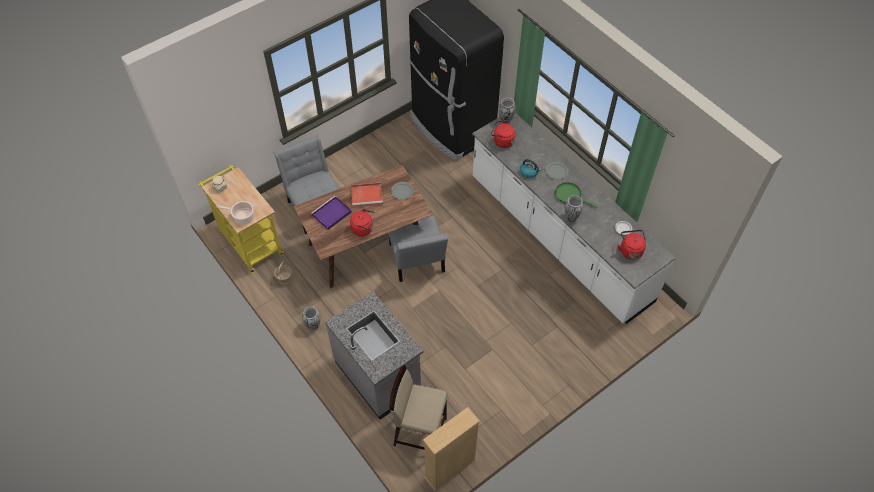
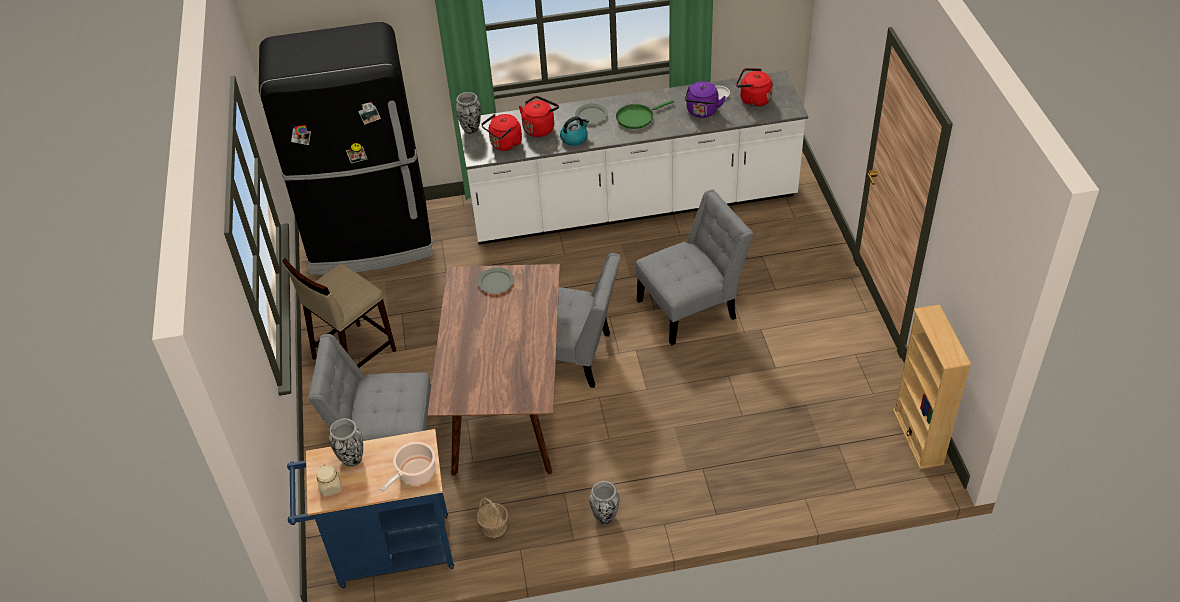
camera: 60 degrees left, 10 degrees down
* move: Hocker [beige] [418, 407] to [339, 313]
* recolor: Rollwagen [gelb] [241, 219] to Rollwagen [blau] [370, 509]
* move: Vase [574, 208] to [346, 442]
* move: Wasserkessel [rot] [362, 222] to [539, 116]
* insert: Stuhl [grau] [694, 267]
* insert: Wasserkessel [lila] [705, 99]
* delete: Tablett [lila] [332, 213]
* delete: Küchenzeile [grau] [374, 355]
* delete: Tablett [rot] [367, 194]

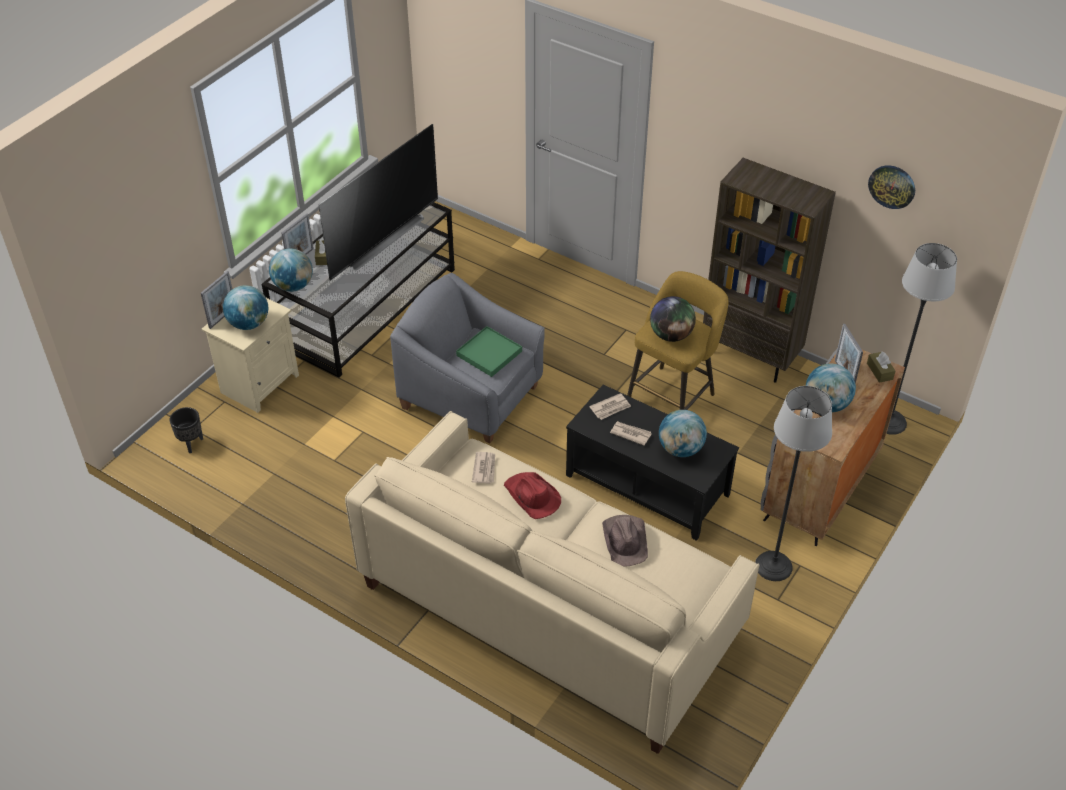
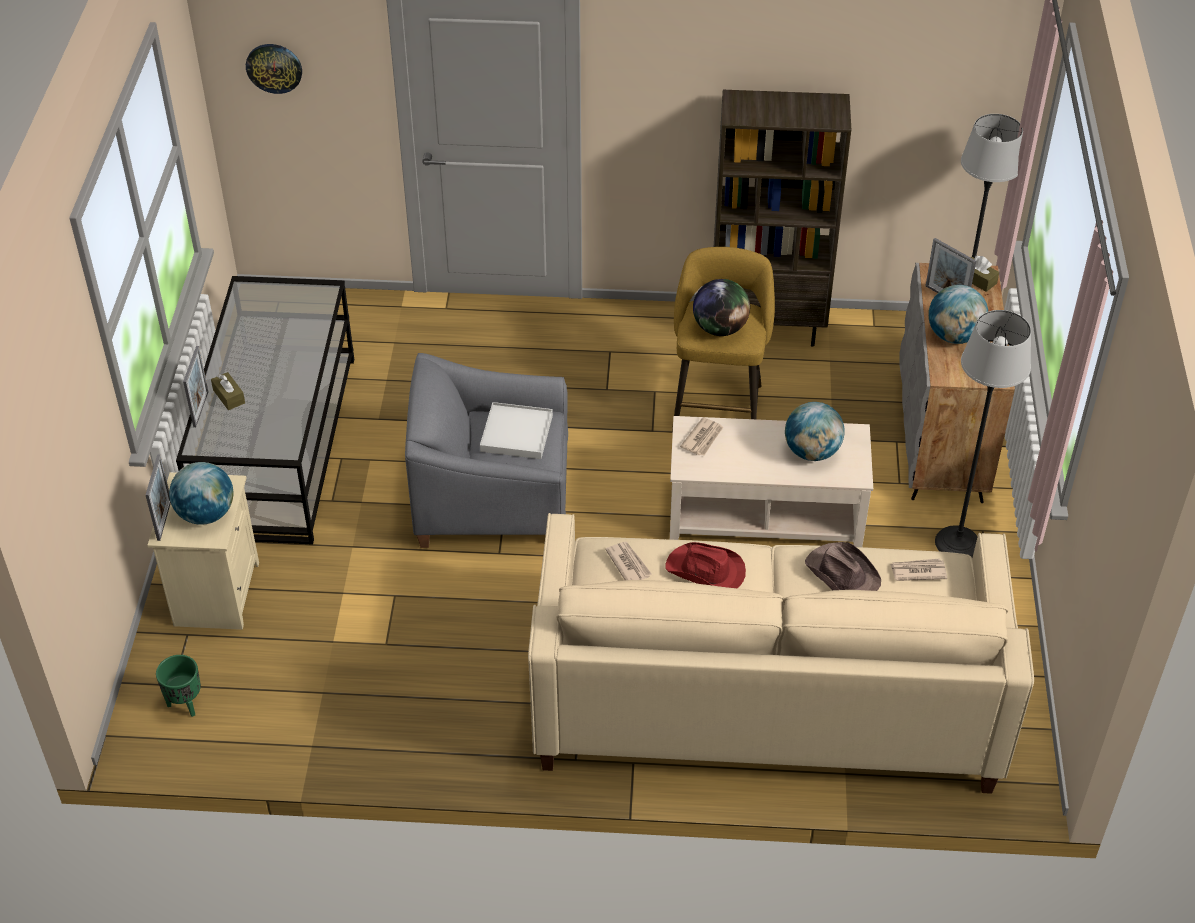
camera: 30 degrees left, 0 degrees up
* recolor: Pflanzkübel [schwarz] [186, 430] to Pflanzkübel [grün] [178, 686]
* move: Wanduhr [891, 187] to [274, 69]
* recolor: Tablett [grün] [489, 351] to Tablett [weiß] [516, 430]
* recolor: Couchtisch [schwarz] [652, 463] to Couchtisch [beige] [771, 481]
* move: Zeitung [631, 433] to [918, 569]
* delete: Globus [291, 270]
* delete: Fernseher [378, 202]

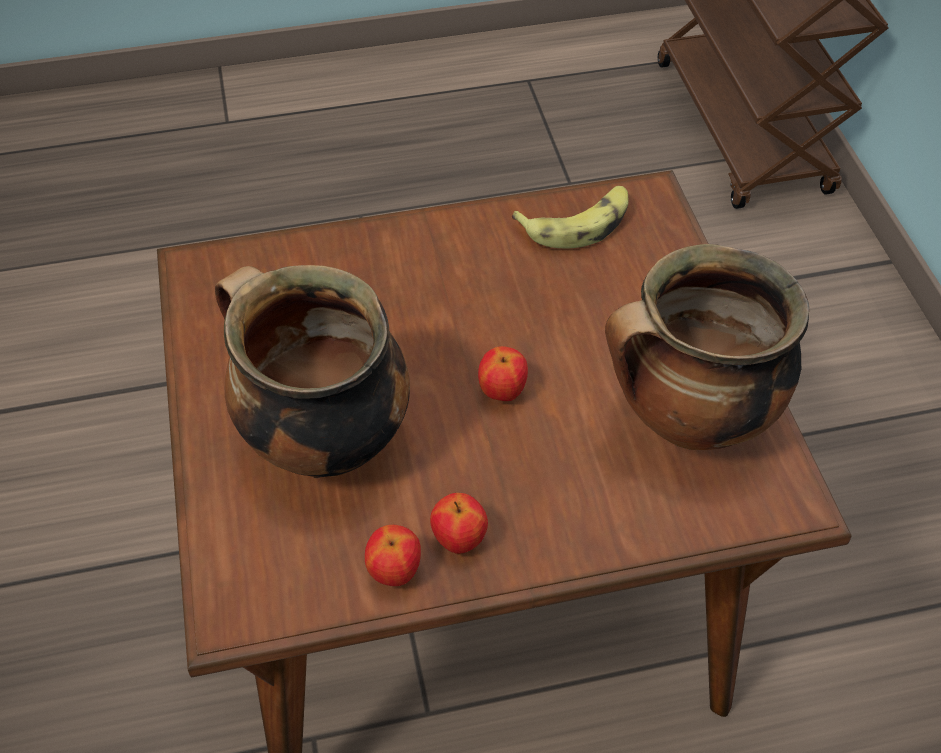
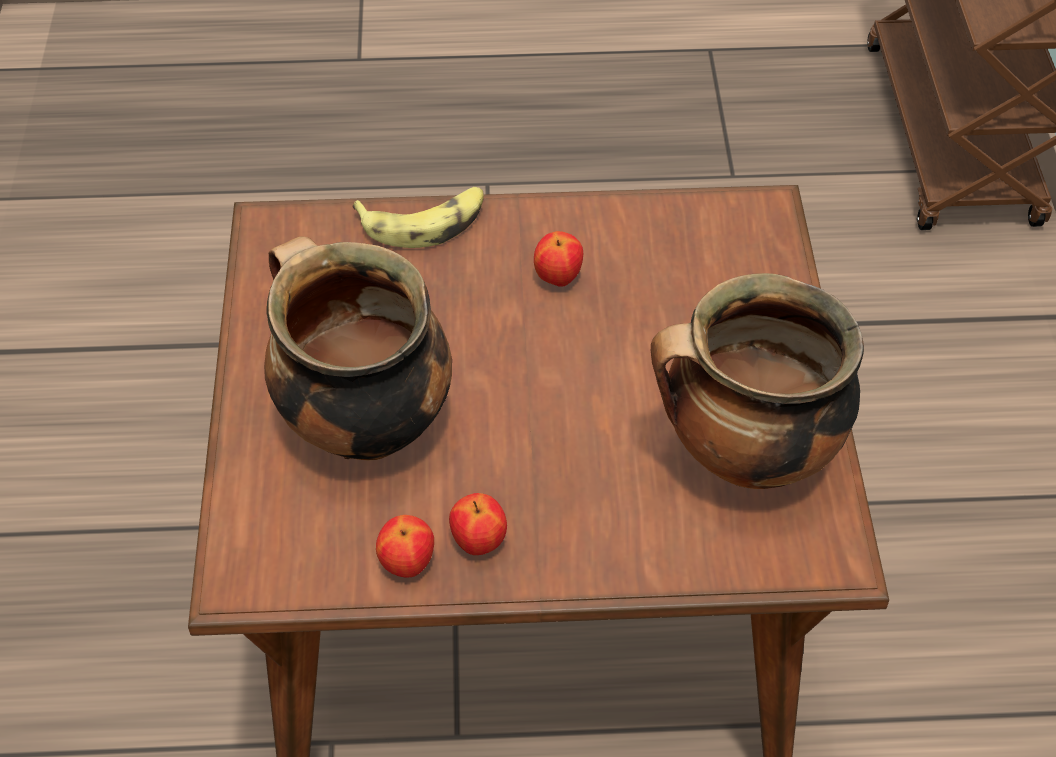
camera: 10 degrees right, 0 degrees up
* move: Banane [570, 217] to [418, 217]
* move: Apfel [503, 373] to [558, 259]

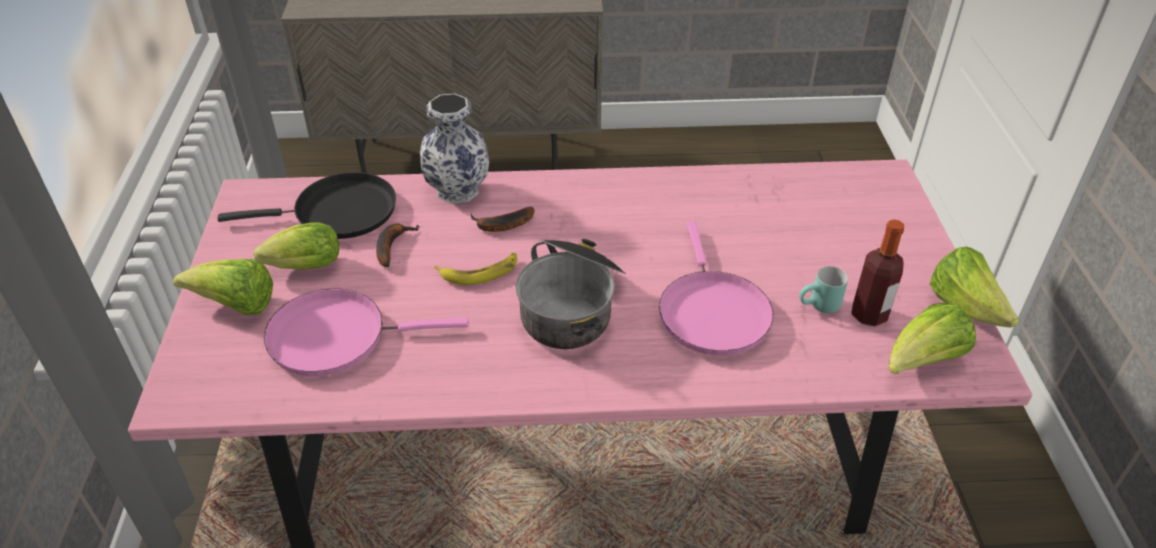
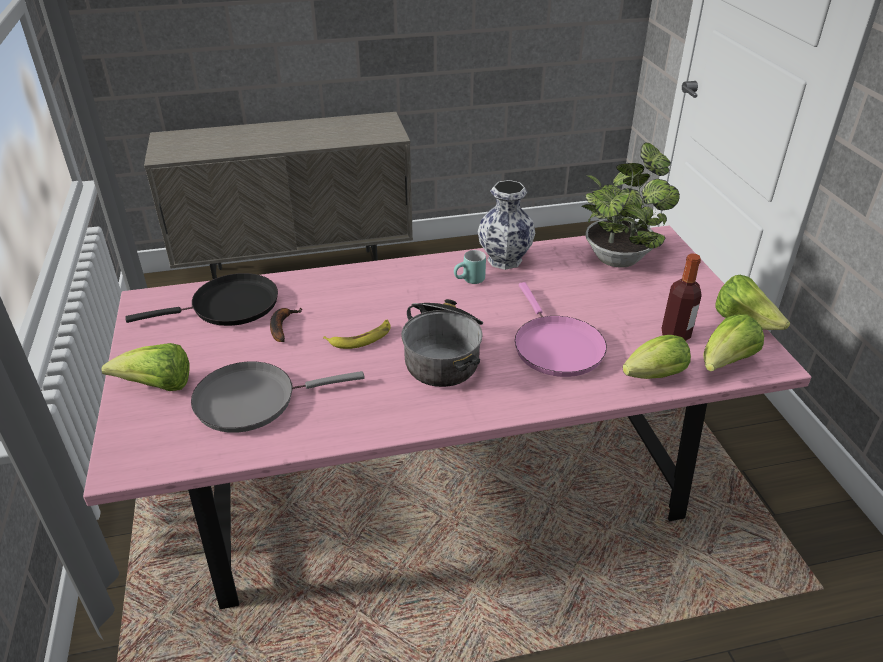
camera: 10 degrees left, 5 degrees down
* recolor: Pfanne [rosa] [366, 332] to Pfanne [grau] [278, 397]
* move: Henkelbecher [türkis] [823, 289] to [470, 267]
* move: Vase [454, 148] to [506, 225]
* insert: Topfpflanze [630, 205]
* move: Salatkopf [296, 245] to [657, 357]
* delete: Banane [502, 219]

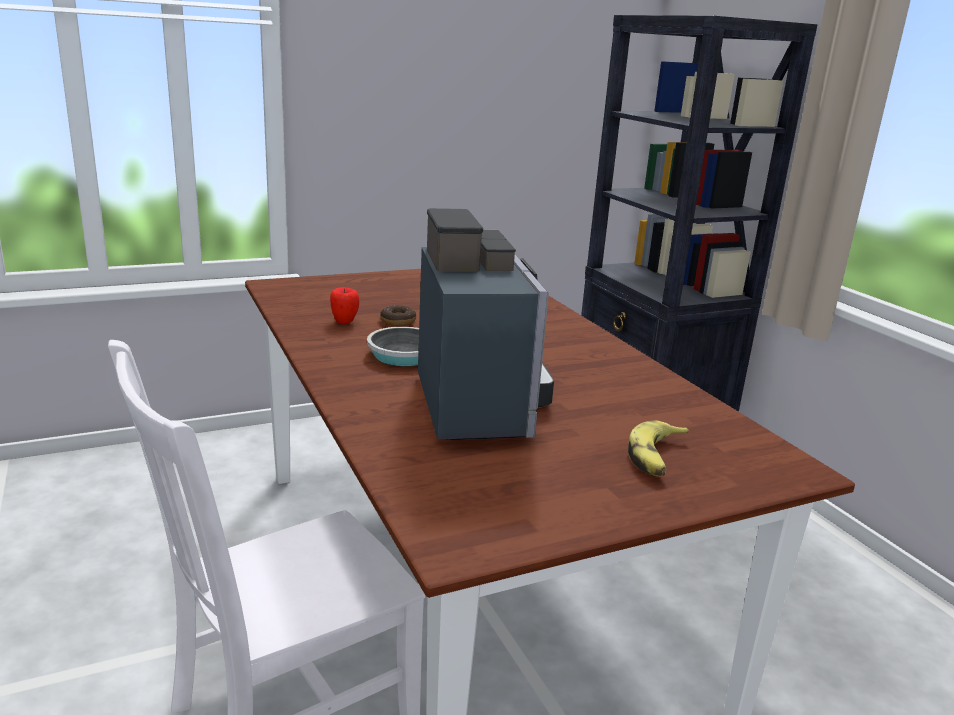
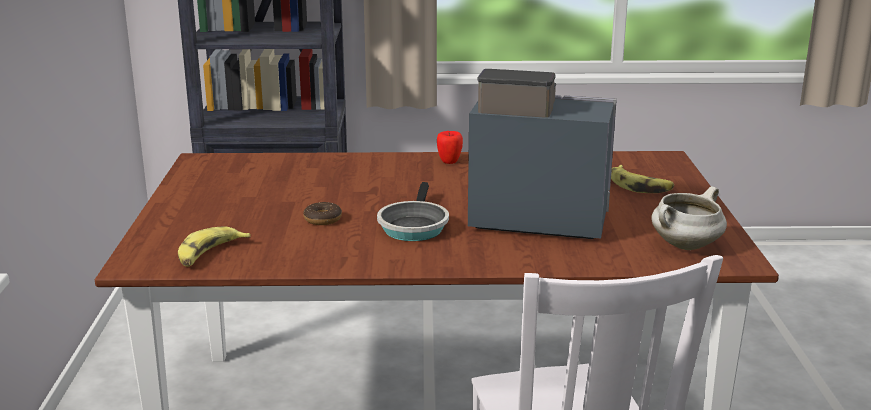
camera: 65 degrees left, 0 degrees up
* insert: Banane [214, 247]
* move: Apfel [344, 306] to [450, 147]
* insert: Kochtopf [weiß] [689, 218]

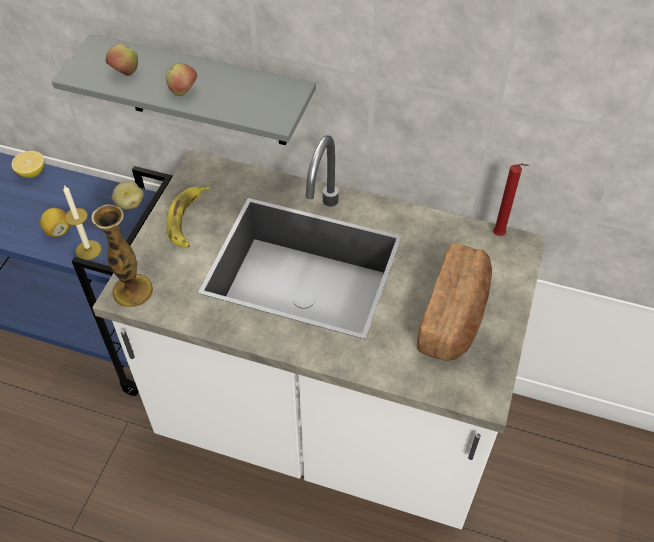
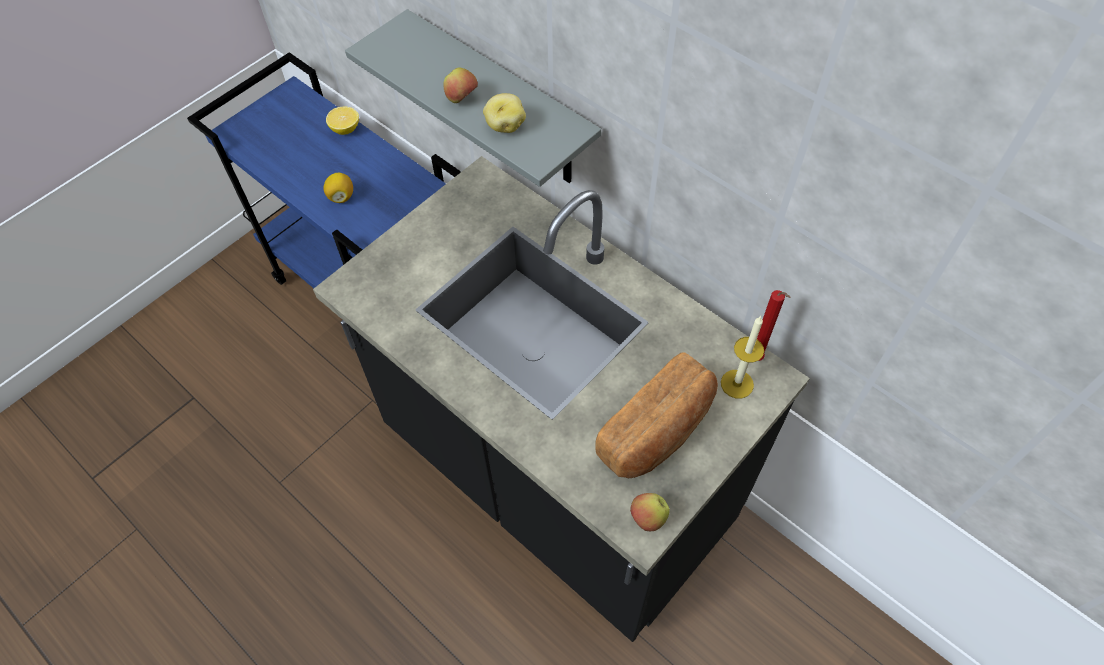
camera: 25 degrees right, 5 degrees up
* recolor: Küchenzeile [weiß] [319, 332] to Küchenzeile [schwarz] [561, 399]
* move: Kartoffel [127, 195] to [504, 113]
* move: Apfel [122, 60] to [650, 512]
* move: Kerze [82, 222] to [742, 357]
* delete: Vase [122, 256]
* delete: Banane [188, 217]

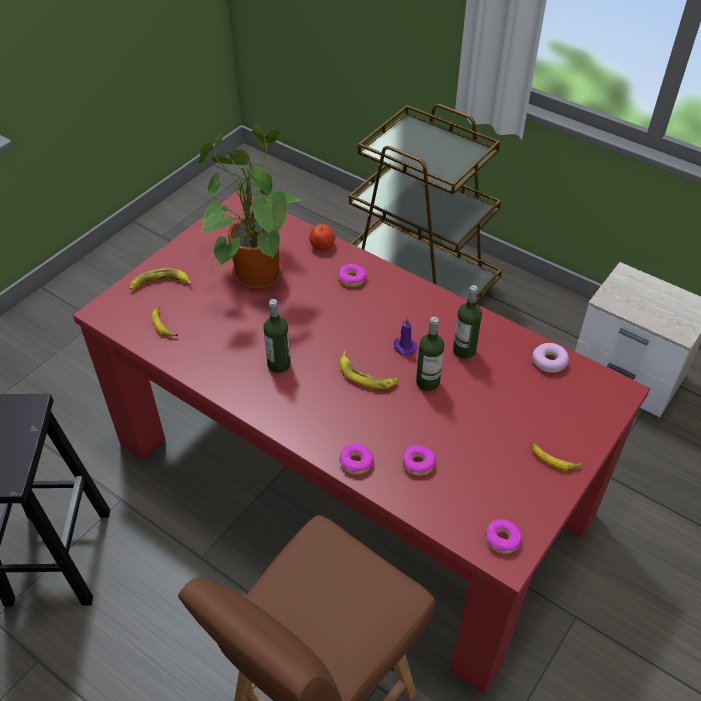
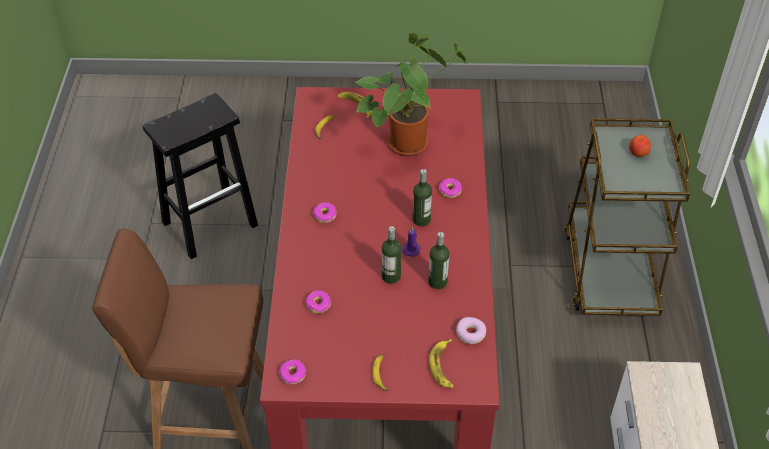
camera: 55 degrees right, 0 degrees up
* move: Donut [356, 459] to [325, 212]
* move: Flasche [277, 336] to [422, 197]
* move: Banane [368, 370] to [441, 363]
* move: Apfel [322, 237] to [640, 146]

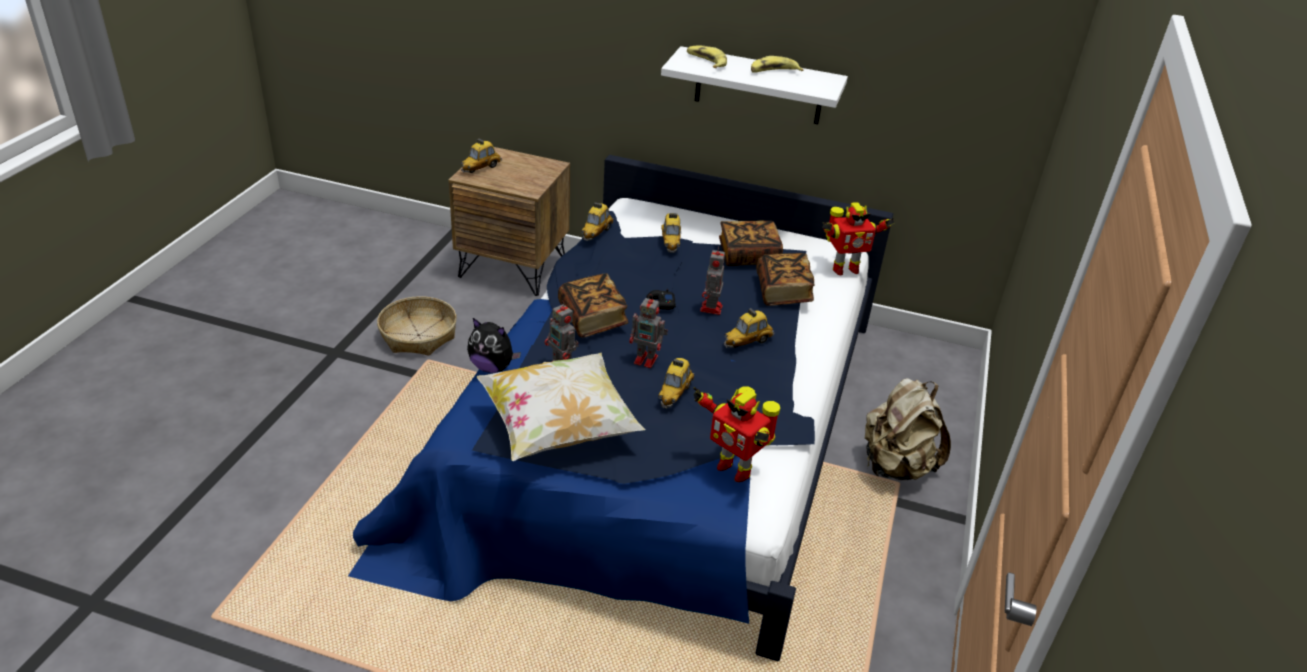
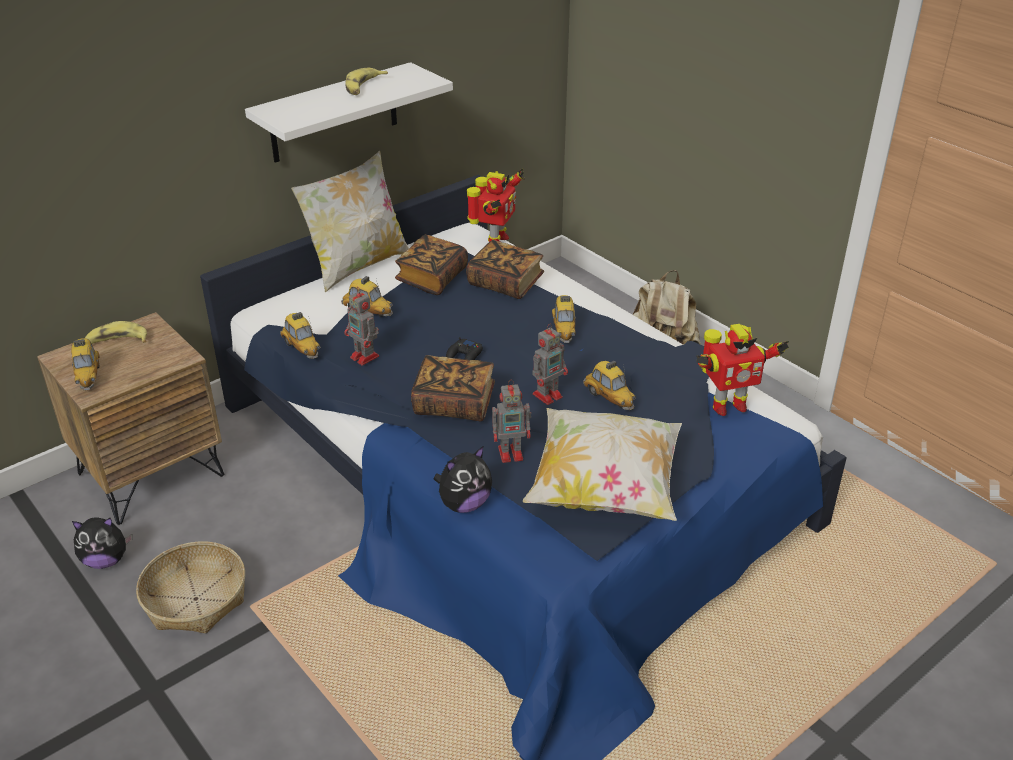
camera: 55 degrees left, 0 degrees up
* insert: Plüschtier [102, 543]
* move: Banane [707, 56] to [116, 332]
* insert: Kissen [350, 222]
* move: Spielzeugroboter [712, 280] to [361, 326]

